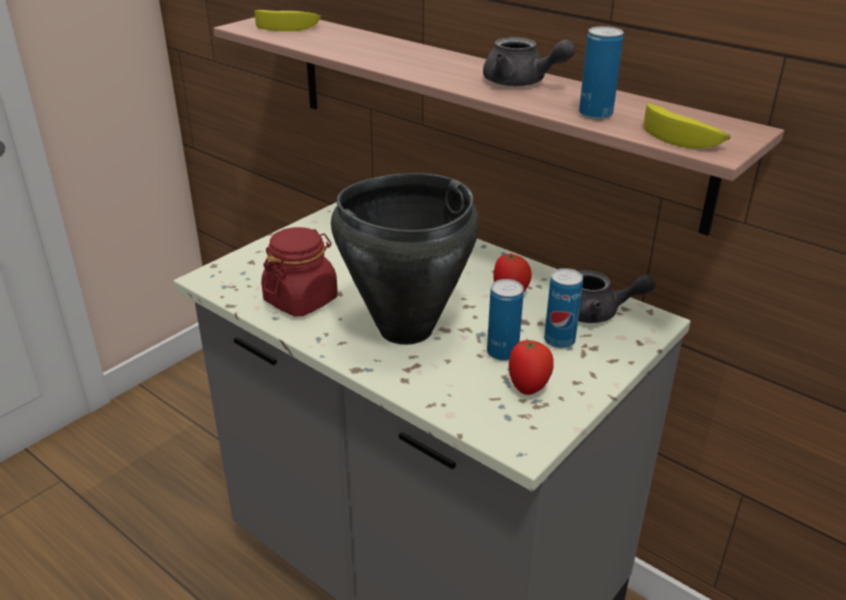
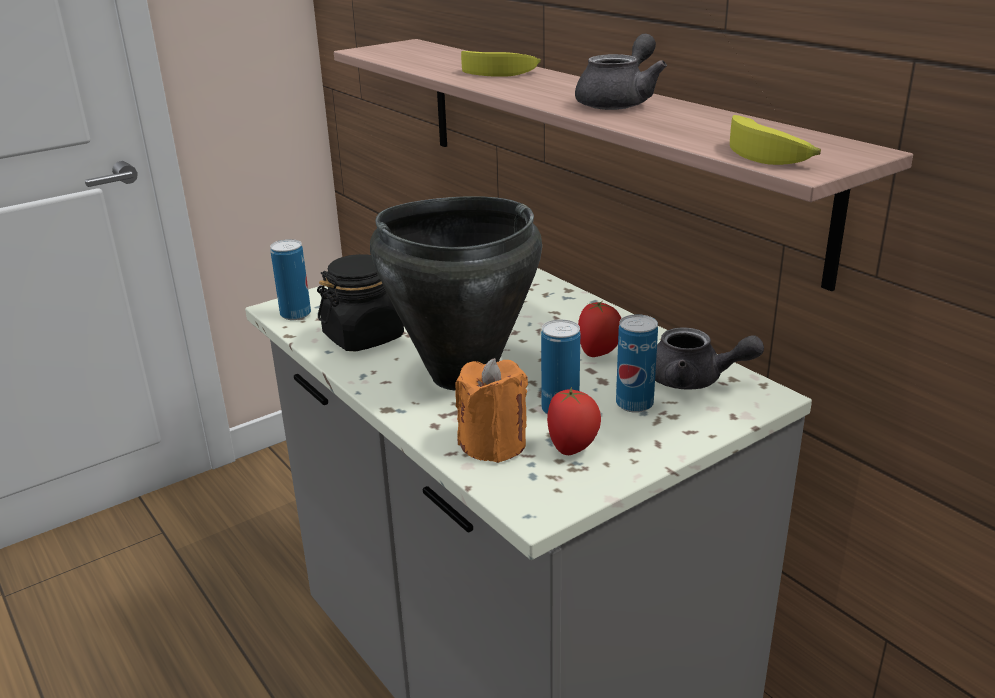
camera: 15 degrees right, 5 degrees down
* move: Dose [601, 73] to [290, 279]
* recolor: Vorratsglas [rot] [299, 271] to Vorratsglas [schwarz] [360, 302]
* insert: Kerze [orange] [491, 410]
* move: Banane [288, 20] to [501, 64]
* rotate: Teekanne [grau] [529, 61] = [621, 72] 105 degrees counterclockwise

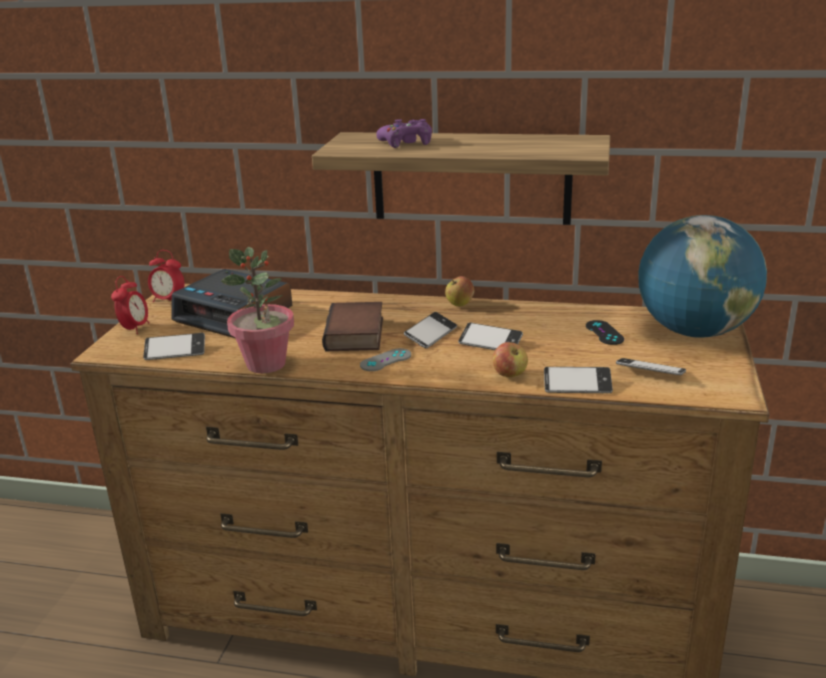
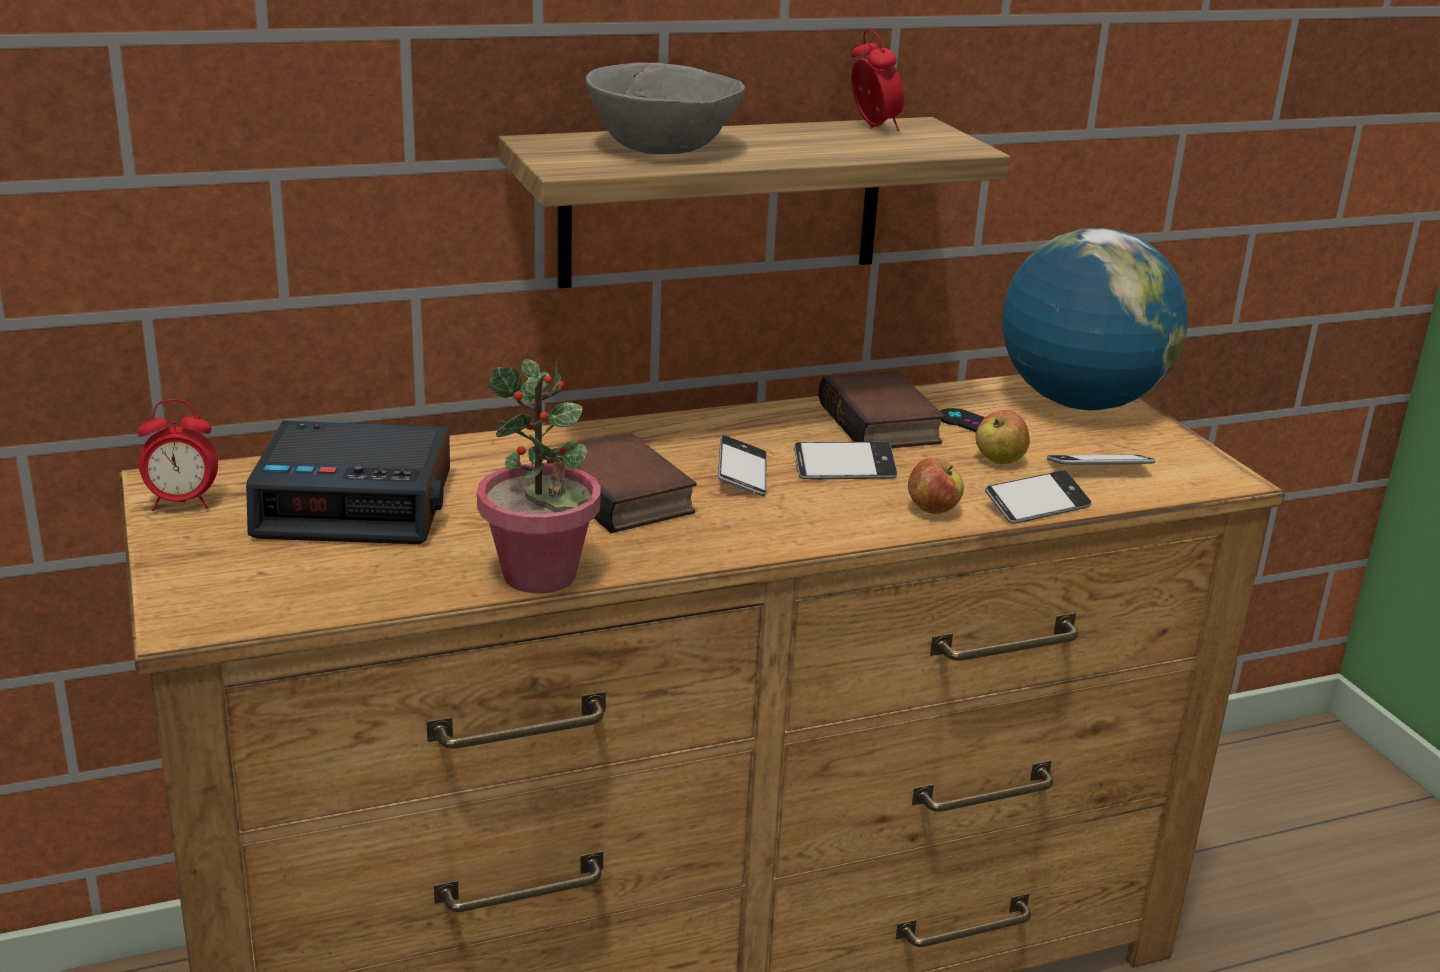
camera: 35 degrees left, 0 degrees up
* replace: Gamepad [lila] [404, 133] to Schüssel [grau] [665, 108]
* insert: Buch [881, 409]
* move: Wecker [130, 305] to [877, 80]
* move: Apfel [459, 291] to [1002, 437]
* delete: Handy [174, 346]
* delete: Gamepad [grau] [385, 359]

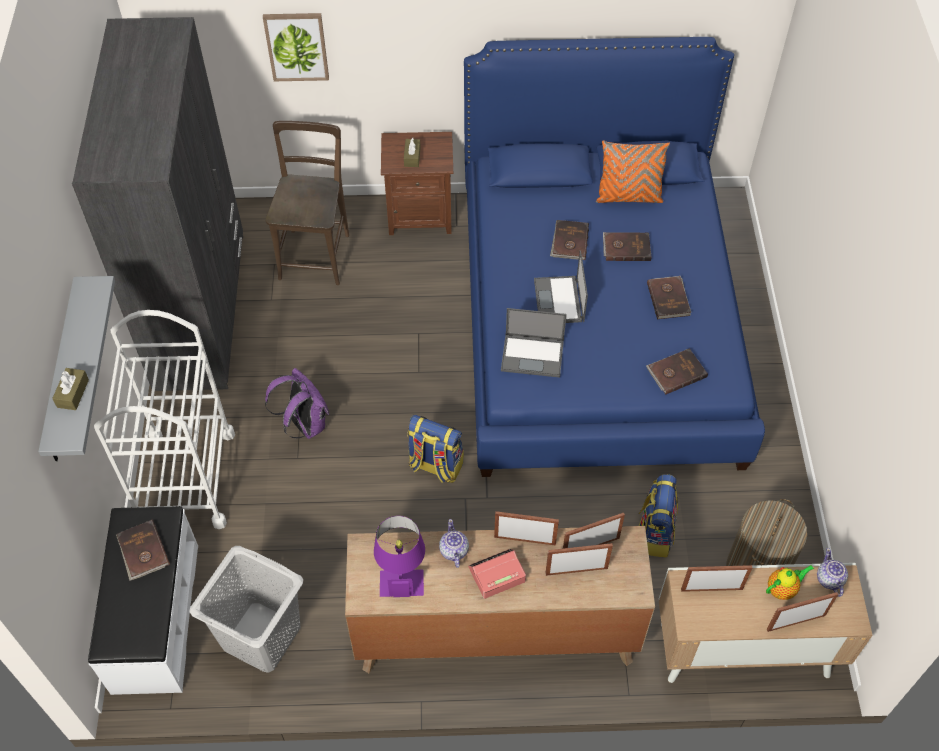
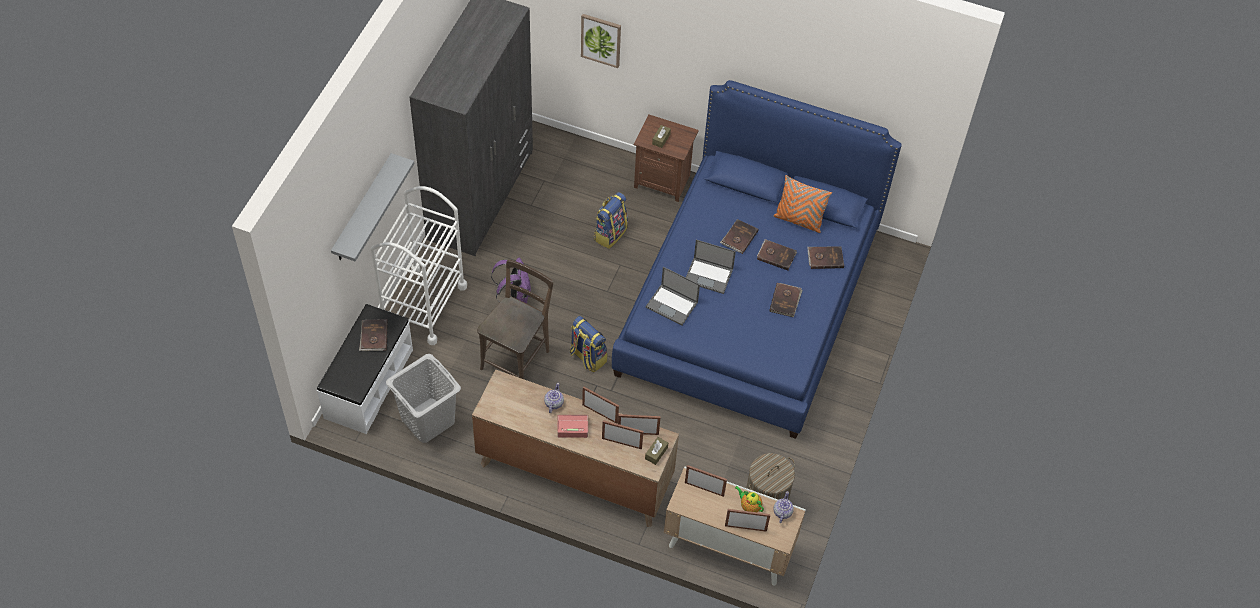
camera: 20 degrees right, 0 degrees up
* move: Stuhl [braun] [307, 203] to [515, 319]
* move: Rucksack [658, 516] to [611, 220]
* move: Taschentuchbox [braun] [70, 389] to [656, 451]
* rotate: Laptop [561, 286] = [711, 267] 90 degrees counterclockwise
* rotate: Teekanne [790, 582] = [749, 499] 135 degrees counterclockwise
* move: Buch [braun] [677, 371] to [825, 257]
* delete: Tischlampe [lila] [399, 556]

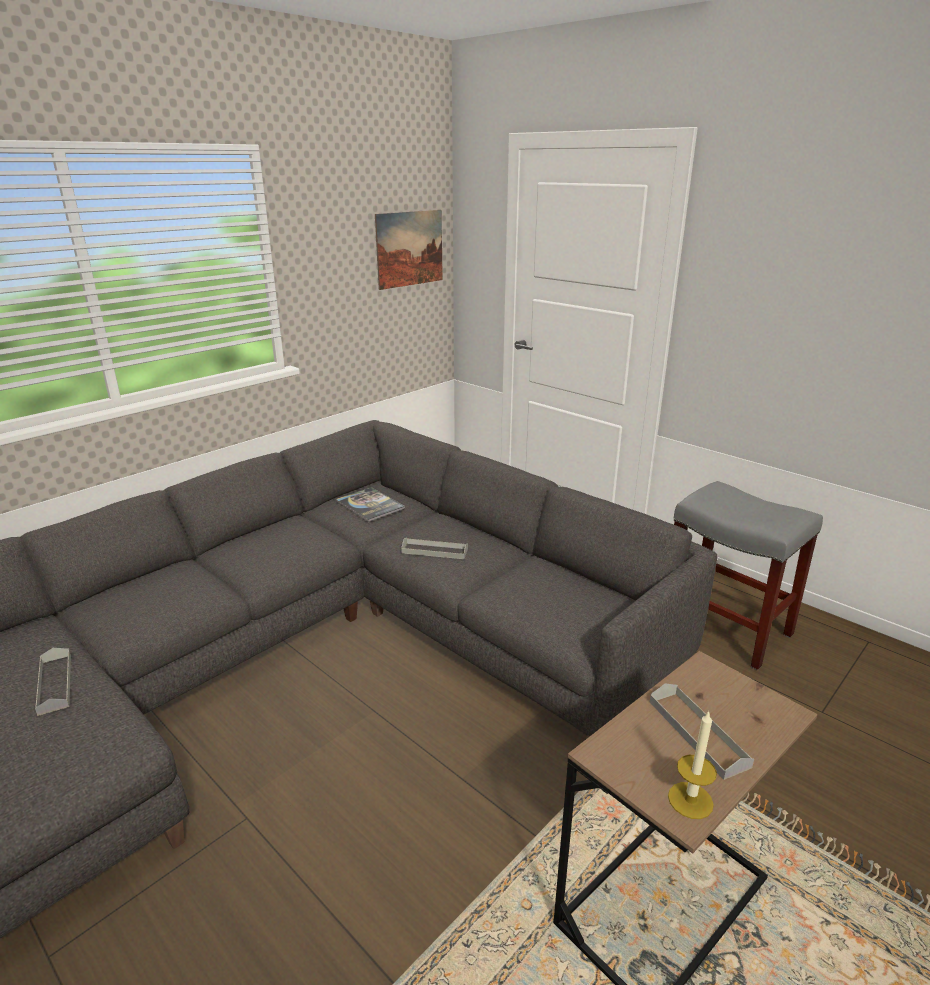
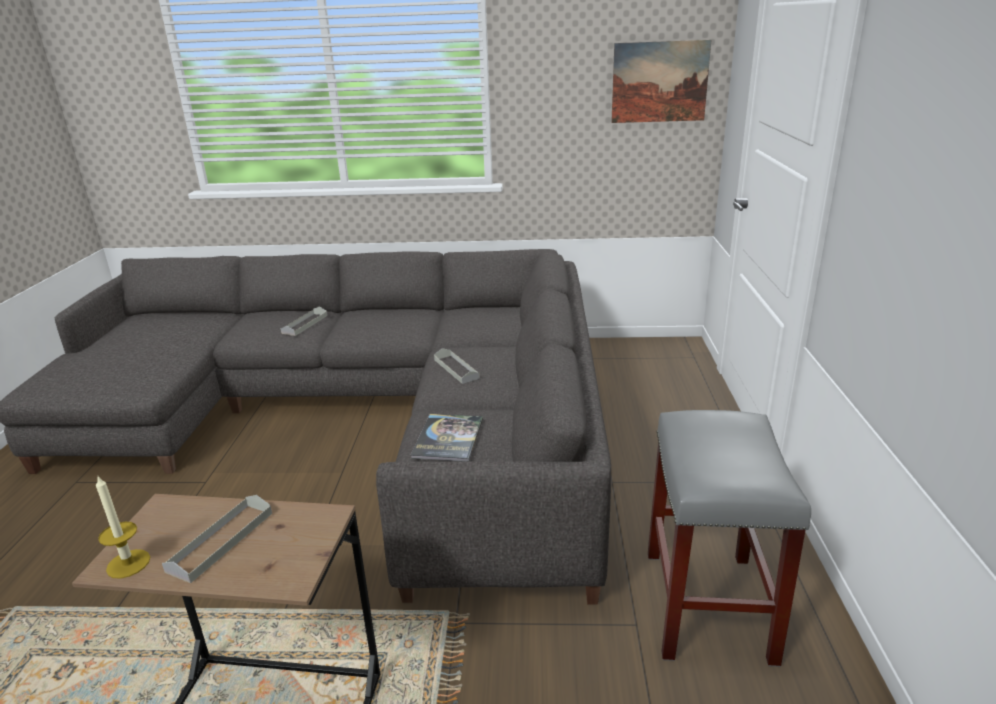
camera: 50 degrees right, 0 degrees up
* move: Tablett [grau] [53, 682] to [304, 321]
* move: Buch [370, 504] to [447, 438]

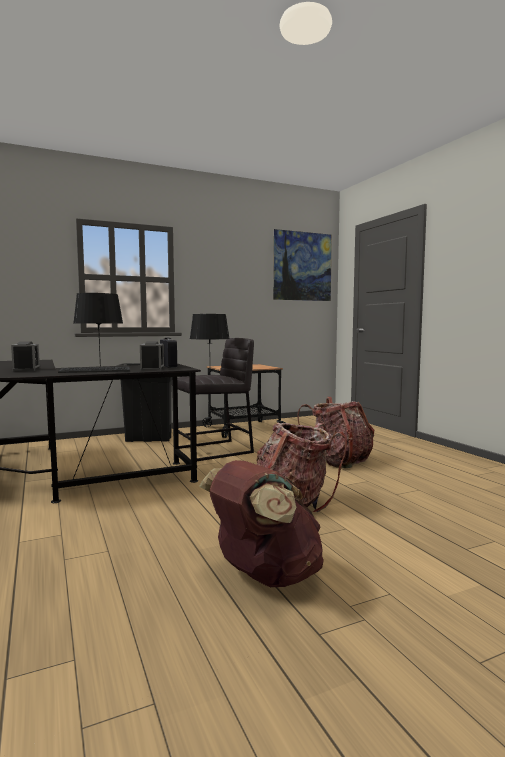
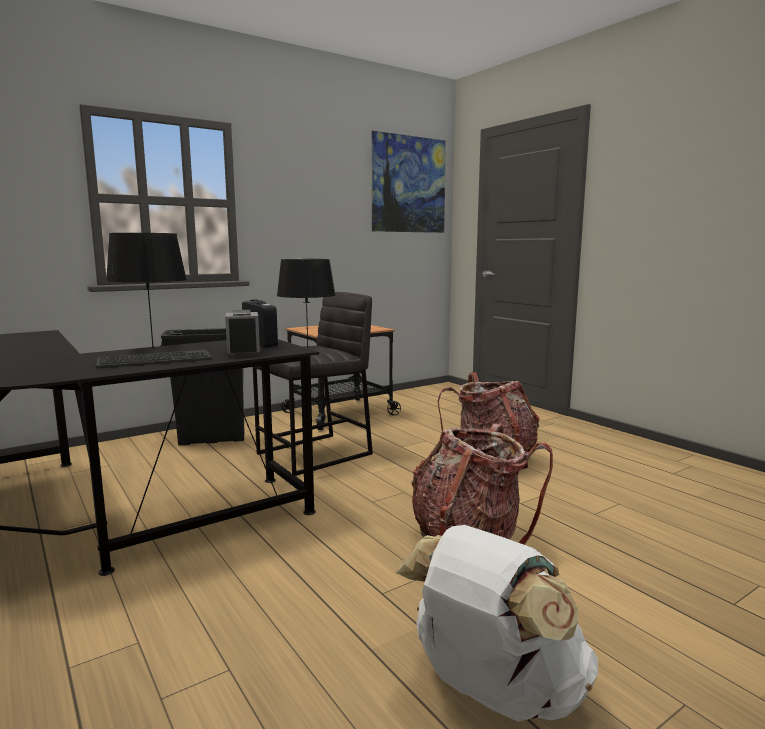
camera: 10 degrees left, 5 degrees up
* recolor: Rucksack [braun] [261, 523] to Rucksack [weiß] [497, 623]
* delete: Wecker [25, 356]

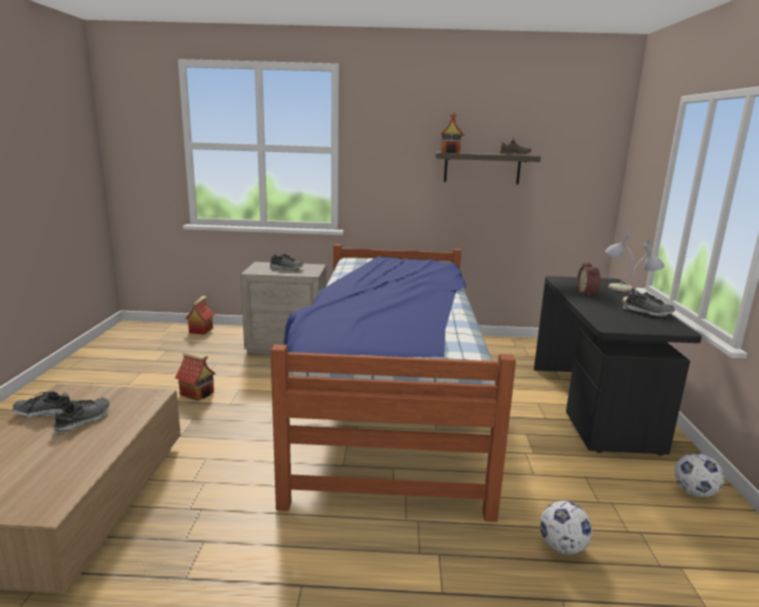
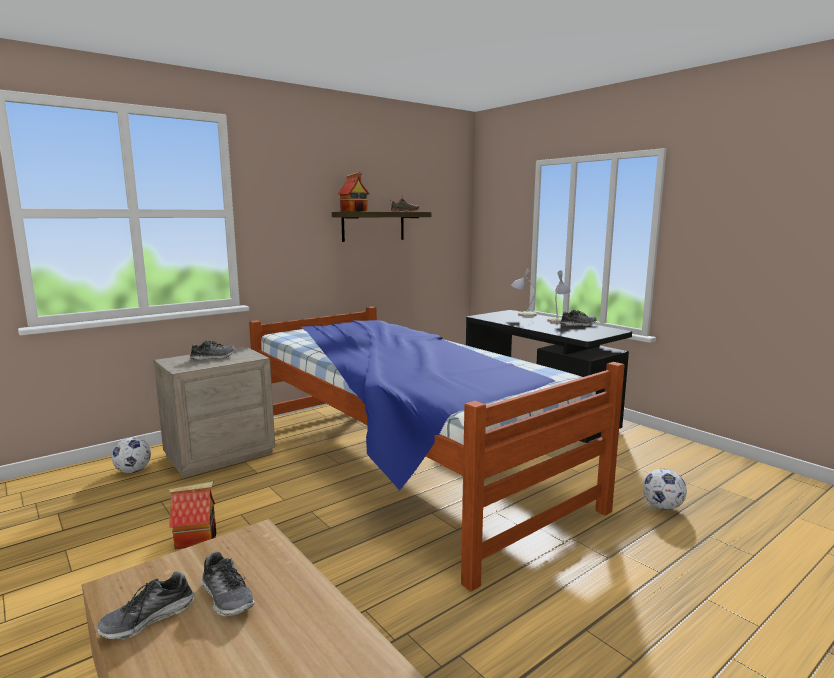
camera: 40 degrees left, 5 degrees down
* move: Fußball [699, 475] to [131, 455]
* rotate: Schuh [82, 416] = [227, 584] 150 degrees clockwise
* delete: Spielzeughaus [200, 314]
* delete: Wecker [589, 279]

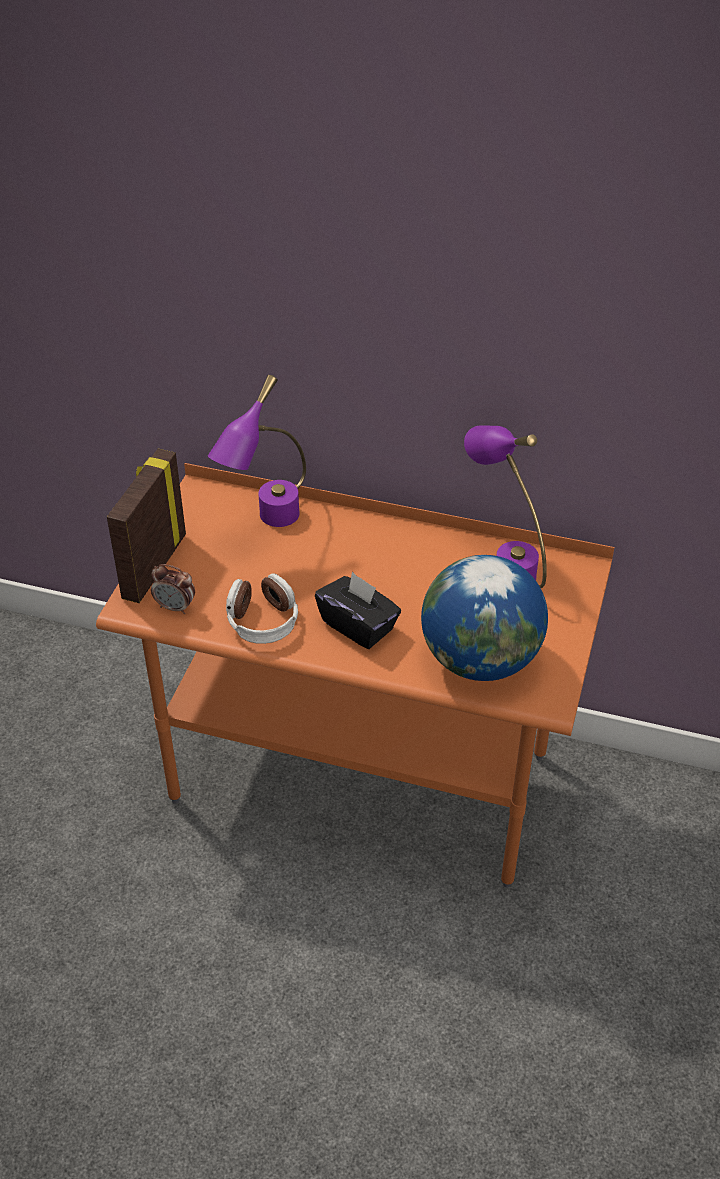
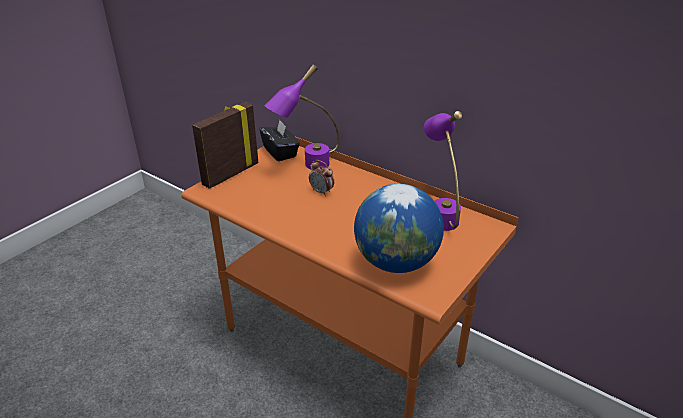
camera: 20 degrees right, 10 degrees down
* move: Taschentuchbox [schwarz] [358, 610] to [280, 141]
* move: Wecker [173, 589] to [321, 178]
* delete: Kopfhörer [262, 608]

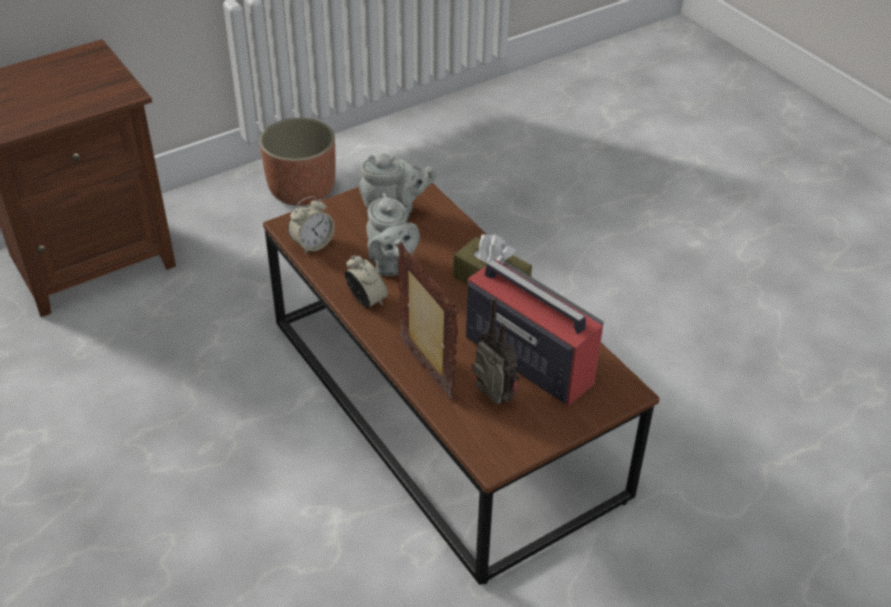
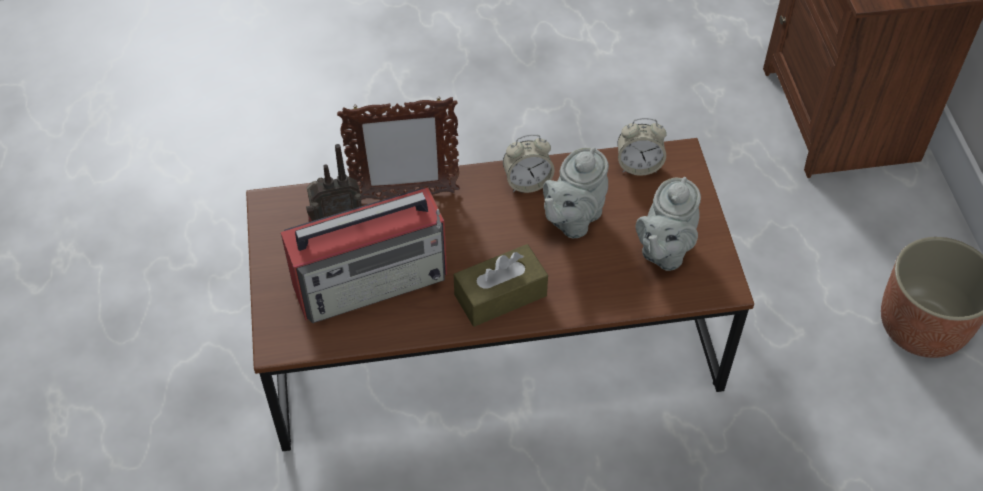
camera: 115 degrees right, 10 degrees up
* rotate: Teekanne [grau] [393, 234] = [576, 192] 60 degrees counterclockwise
* rotate: Wecker [311, 225] = [642, 147] 75 degrees counterclockwise

